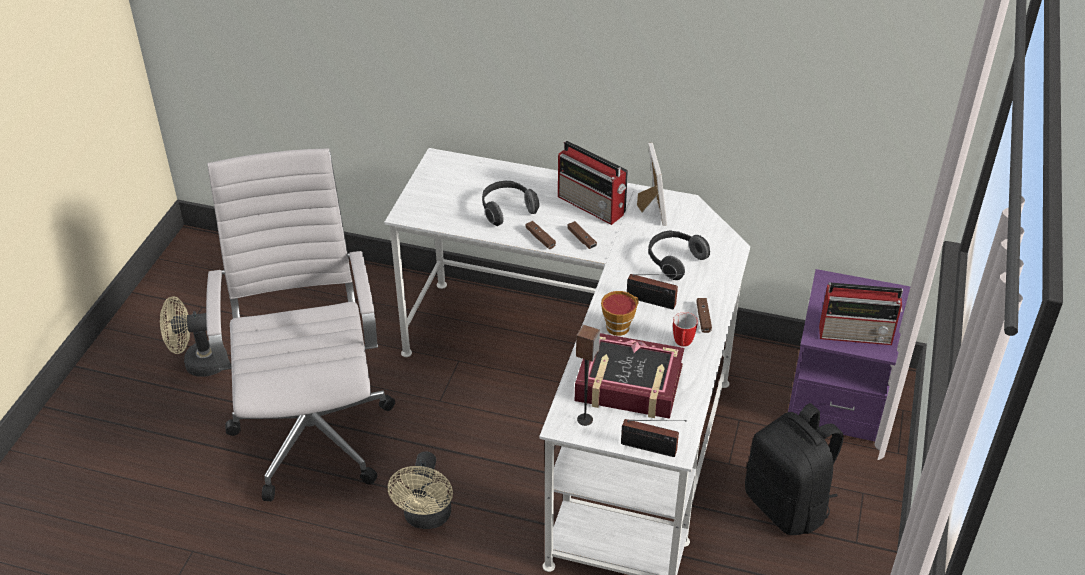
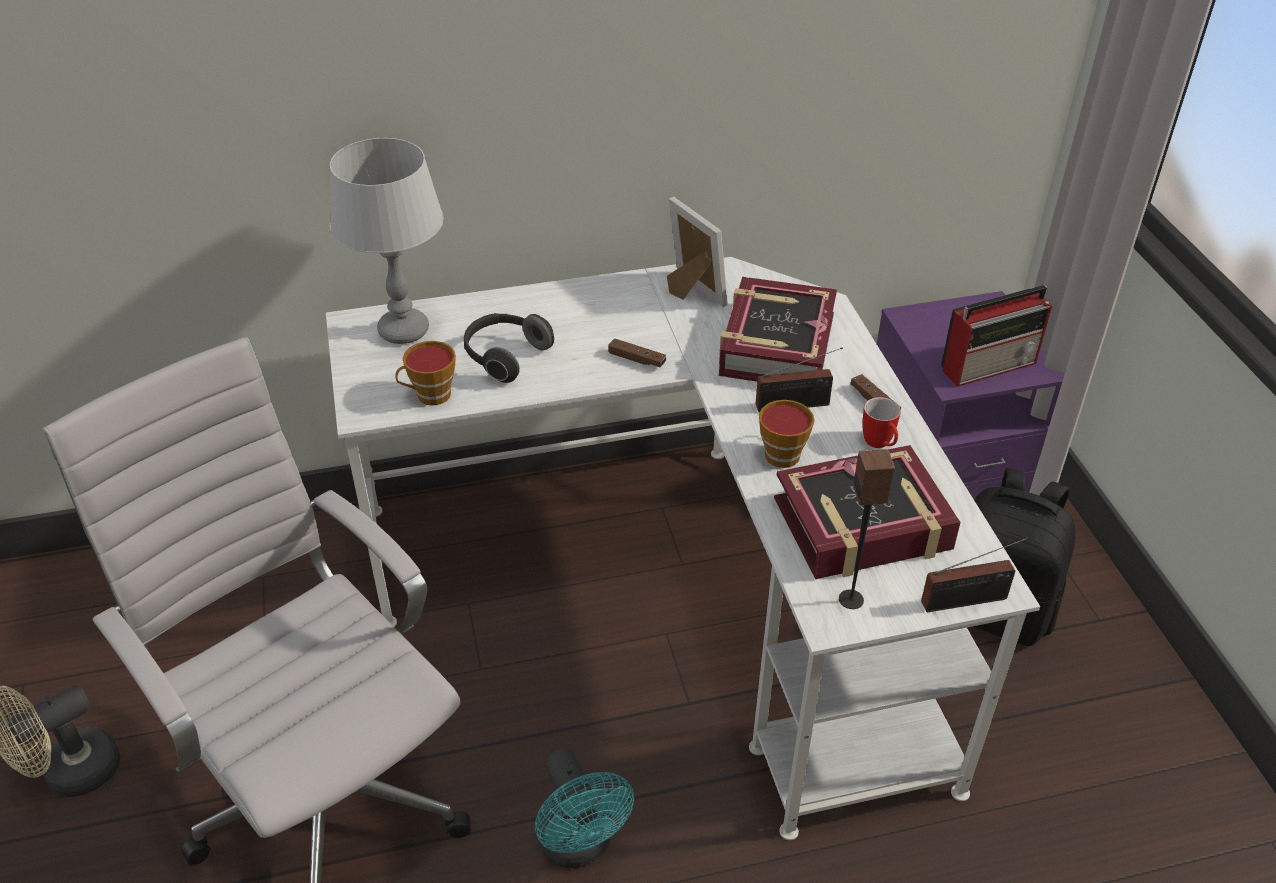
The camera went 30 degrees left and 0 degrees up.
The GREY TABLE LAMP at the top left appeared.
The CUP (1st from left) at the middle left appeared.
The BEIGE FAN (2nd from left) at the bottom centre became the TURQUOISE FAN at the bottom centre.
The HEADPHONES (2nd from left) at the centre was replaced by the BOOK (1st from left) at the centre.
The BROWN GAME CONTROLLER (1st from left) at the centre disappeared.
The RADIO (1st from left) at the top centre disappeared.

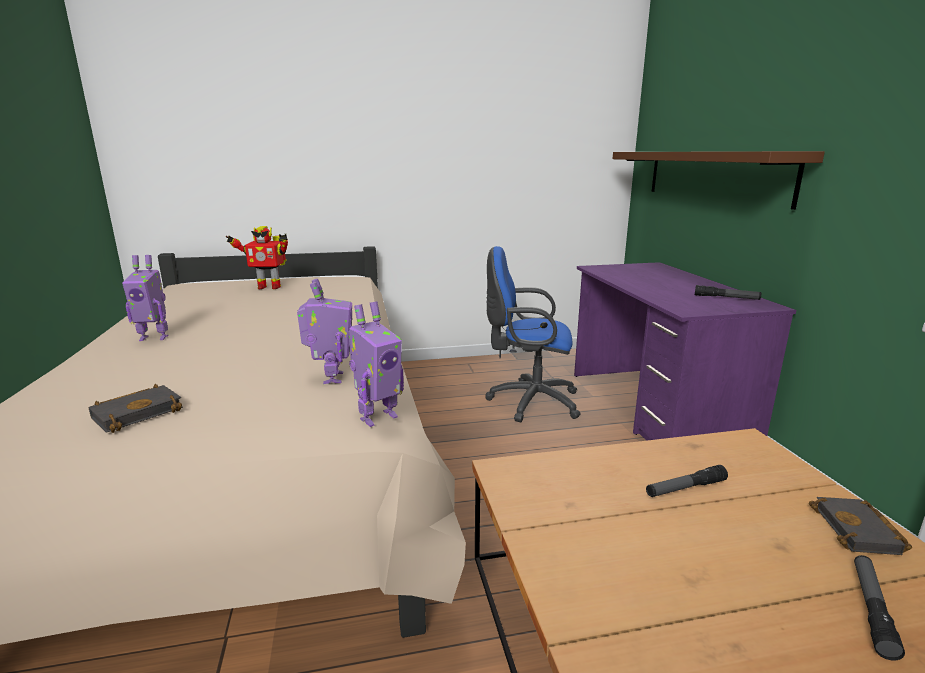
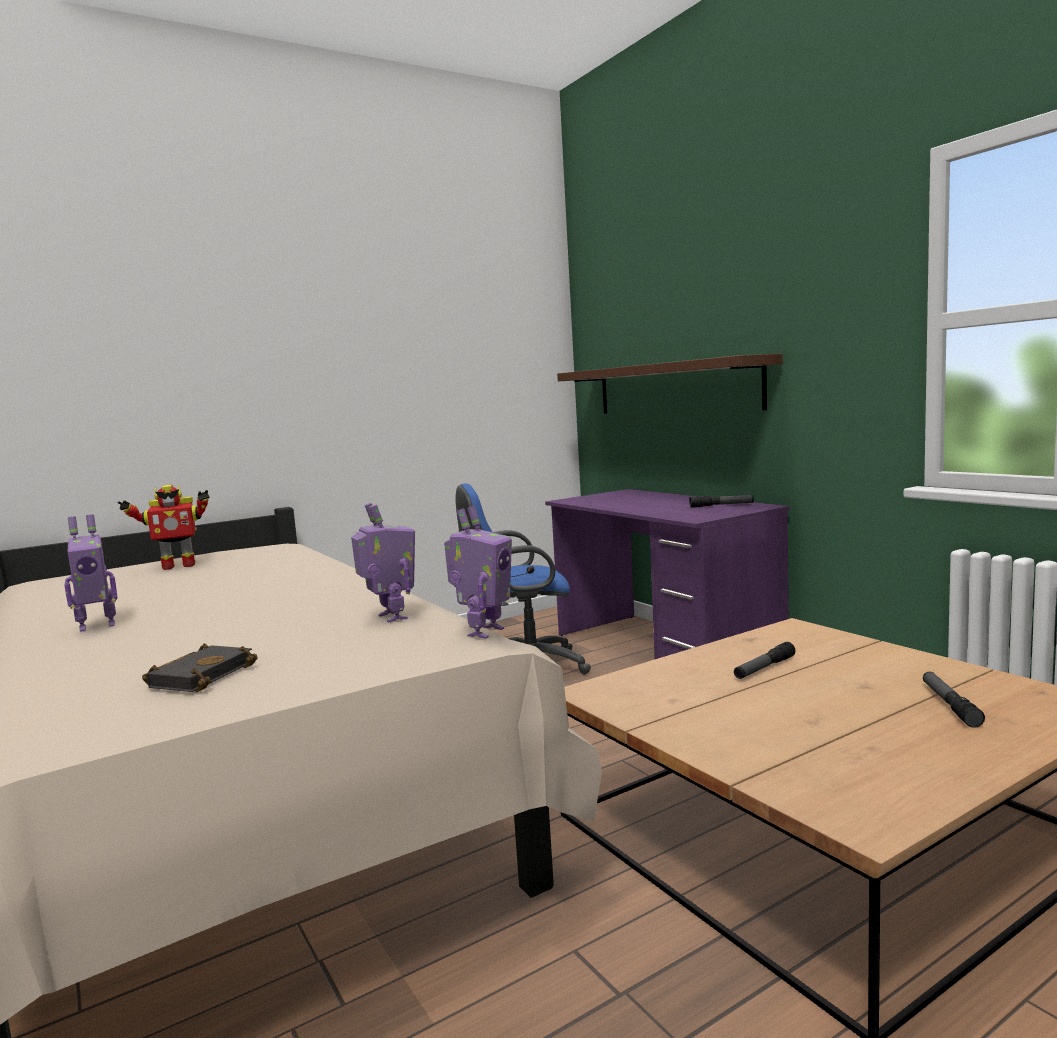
The camera went 20 degrees left and 10 degrees down.
The BLACK BOOK (2nd from left) at the bottom right disappeared.

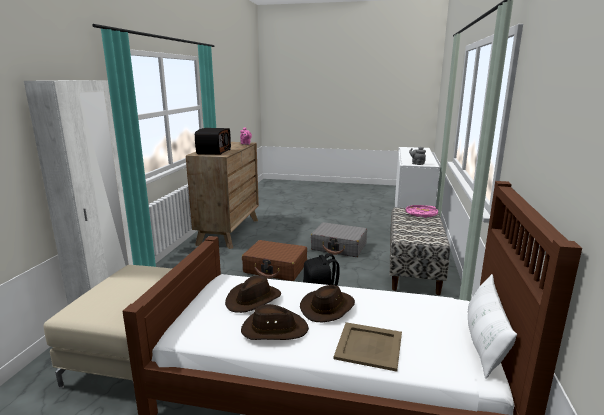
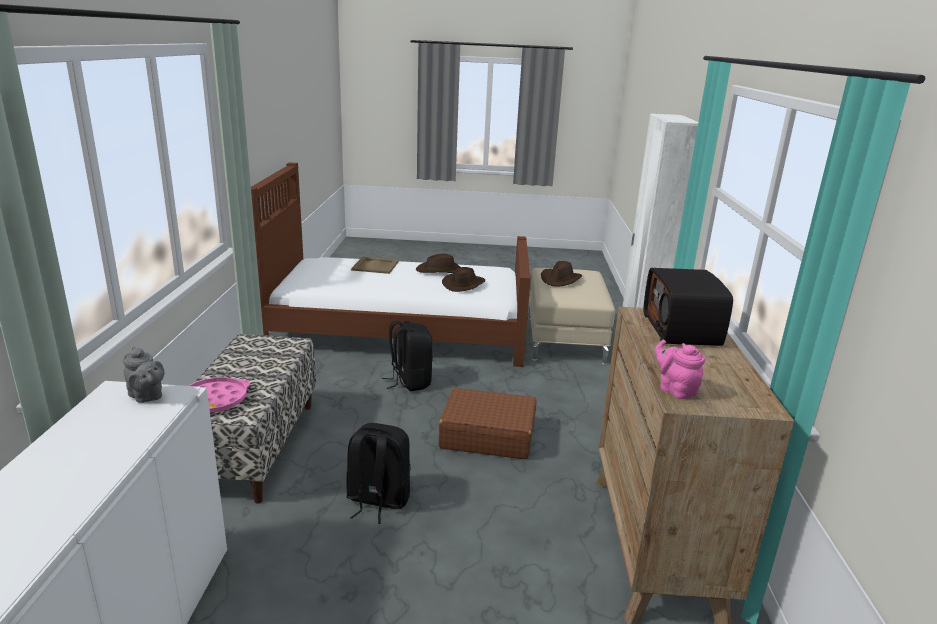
The camera went 170 degrees right and 5 degrees up.
The GREY SUITCASE at the centre was replaced by the BLACK BACKPACK (1st from left) at the bottom centre.
The BROWN HAT (3rd from left) moved from the bottom centre to the centre.
The WHITE PILLOW at the bottom right disappeared.

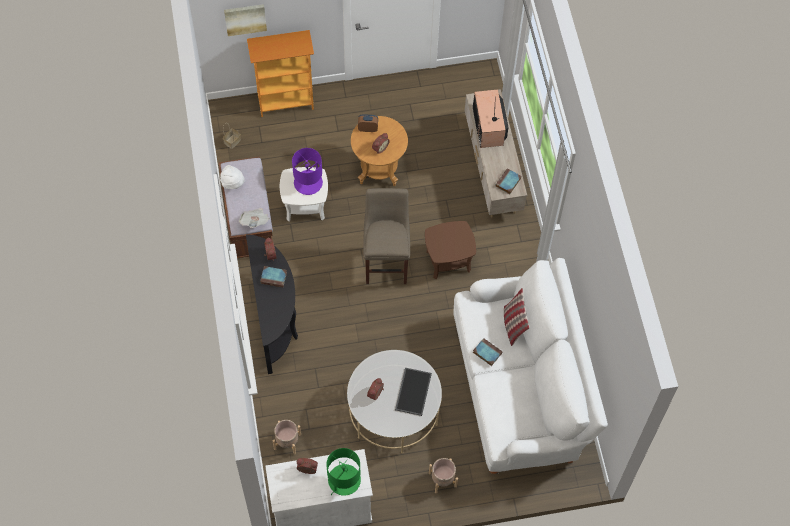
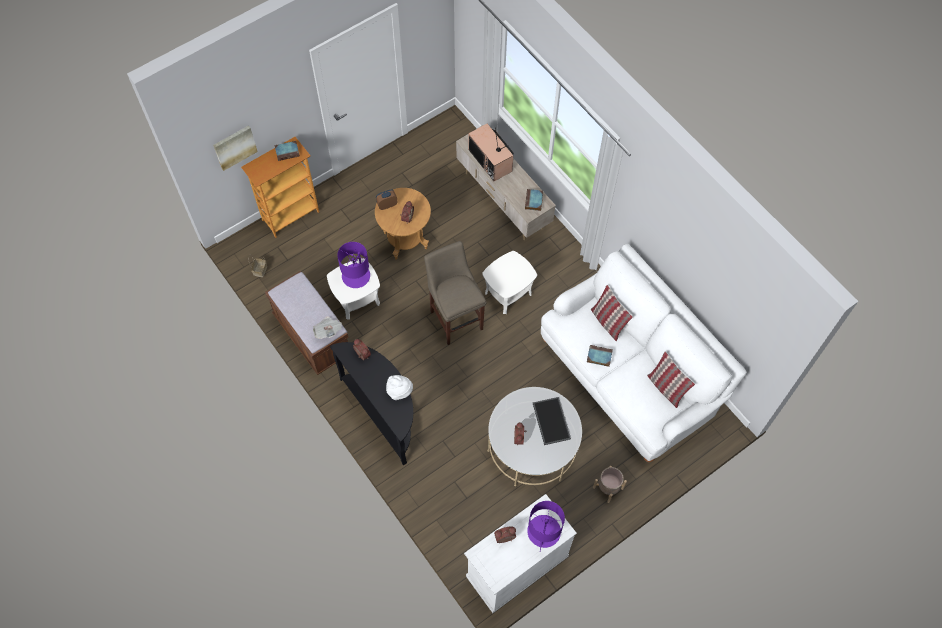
The camera went 25 degrees left and 0 degrees up.
The BOOK (1st from left) moved from the centre to the top left.
The WHITE HAT moved from the middle left to the centre.
The BROWN SIDE TABLE (2nd from left) at the centre became the WHITE SIDE TABLE (2nd from left) at the centre.
The GREEN TABLE LAMP at the bottom centre became the PURPLE TABLE LAMP (2nd from left) at the bottom centre.
The PILLOW (2nd from left) at the middle right appeared.
The BEIGE PLANTER (1st from left) at the bottom centre disappeared.

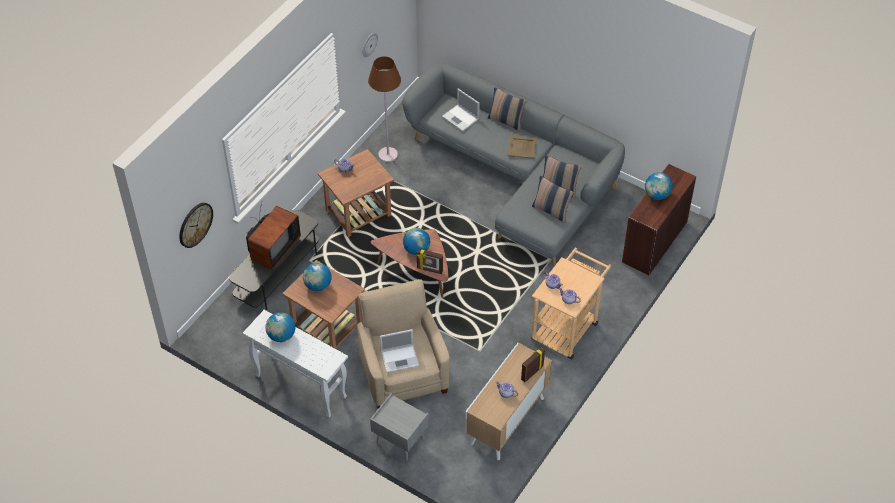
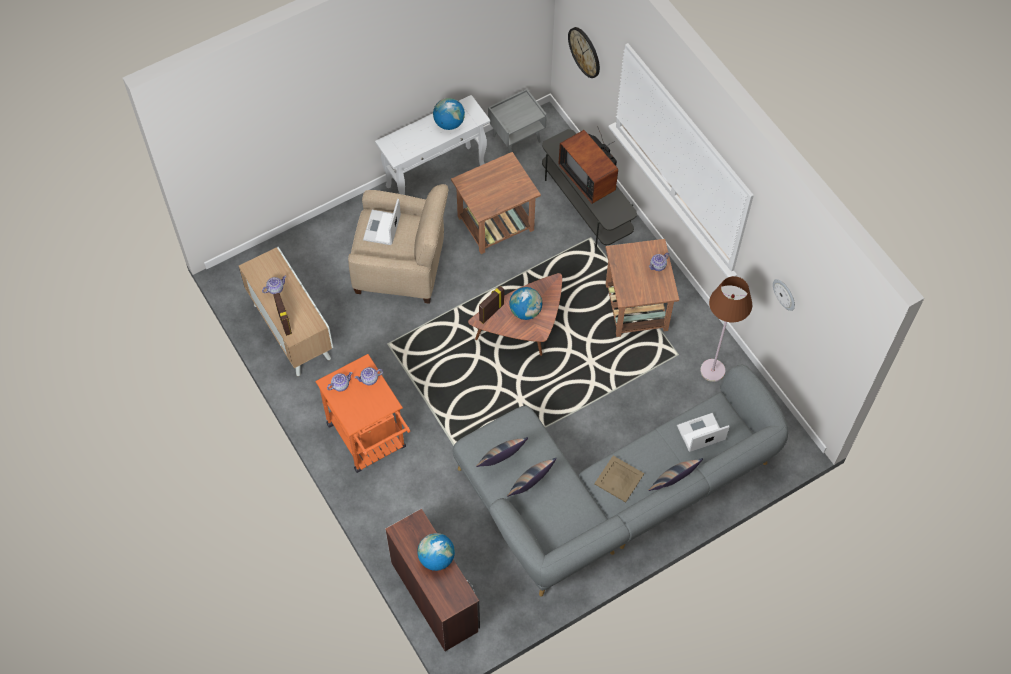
The camera went 115 degrees right and 10 degrees up.
The BEIGE CART at the centre became the ORANGE CART at the centre.
The GREY NIGHTSTAND moved from the bottom centre to the top centre.
The GLOBE (2nd from left) at the centre disappeared.

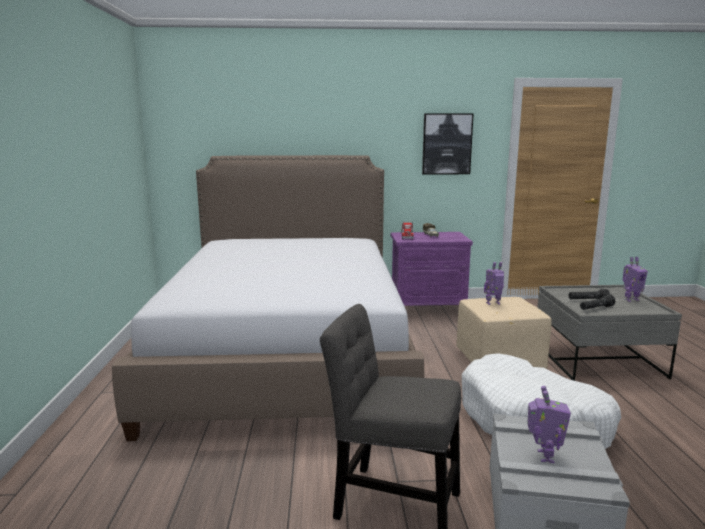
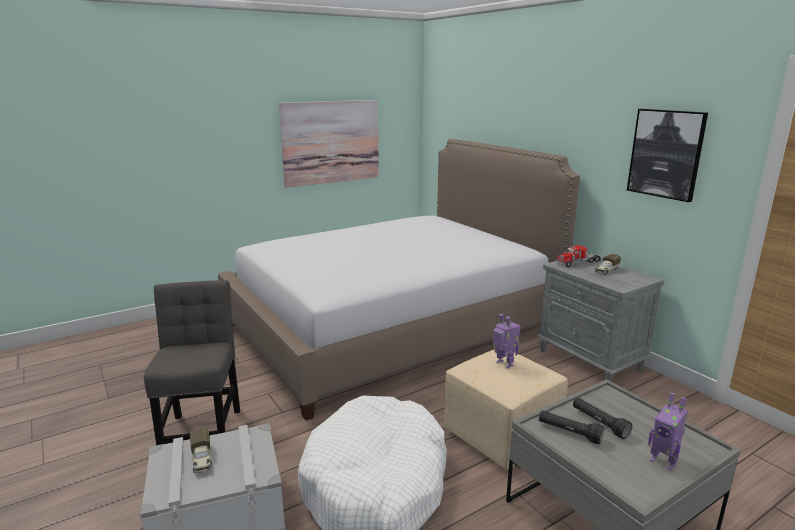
The camera went 60 degrees right and 5 degrees up.
The TOY ROBOT (2nd from left) at the bottom right was replaced by the TOY TRUCK (1st from left) at the bottom left.
The PICTURE (1st from left) at the top centre appeared.
The PURPLE NIGHTSTAND at the centre became the GREY NIGHTSTAND at the middle right.

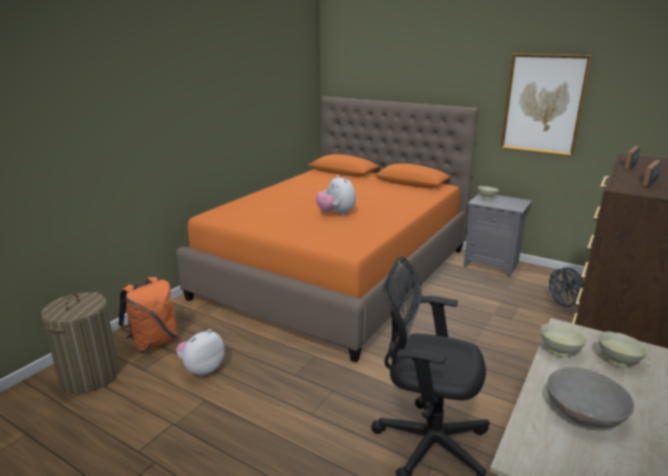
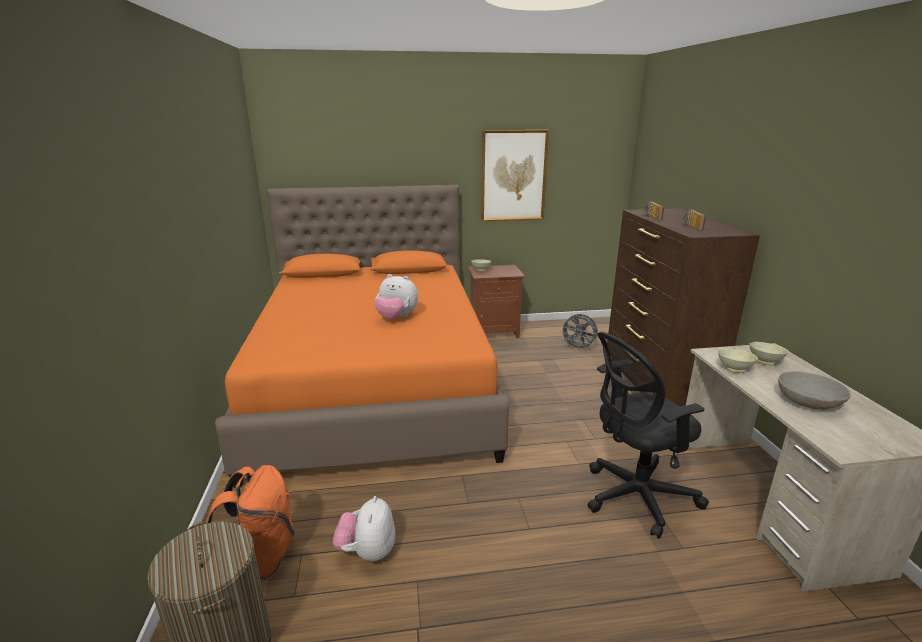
The camera went 40 degrees left and 0 degrees up.
The GREY NIGHTSTAND at the middle right became the BROWN NIGHTSTAND at the centre.

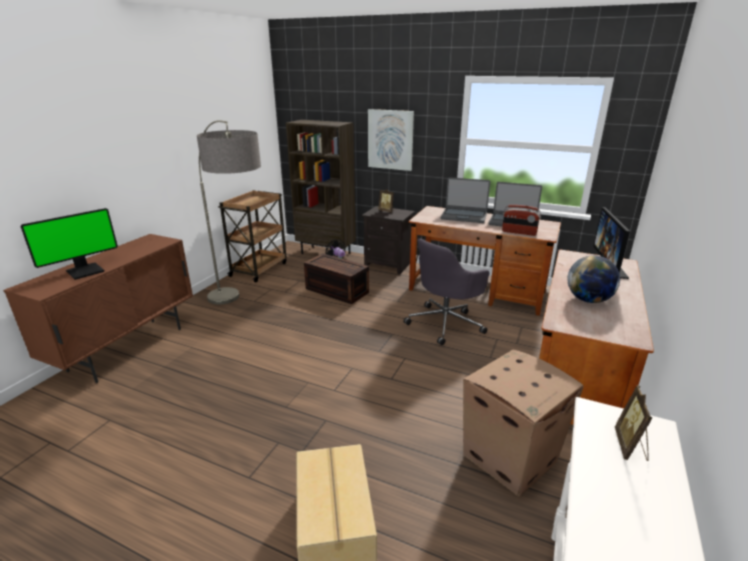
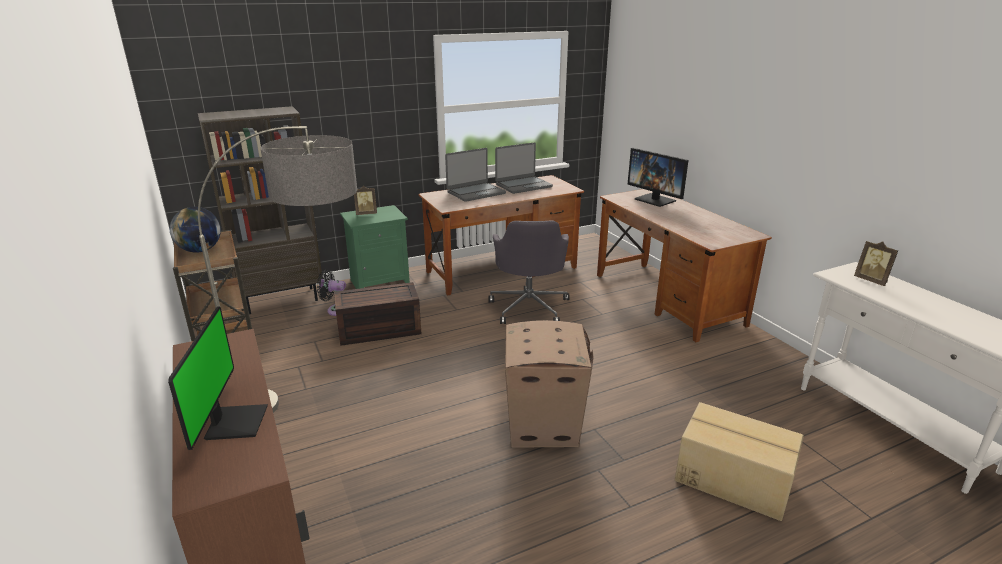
The camera went 50 degrees left and 0 degrees up.
The GLOBE moved from the middle right to the middle left.
The BLACK NIGHTSTAND at the centre became the GREEN NIGHTSTAND at the centre.
The CARDBOARD BOX (2nd from left in the first image) moved from the bottom right to the bottom centre.
The PICTURE at the top centre disappeared.
The RADIO at the middle right disappeared.

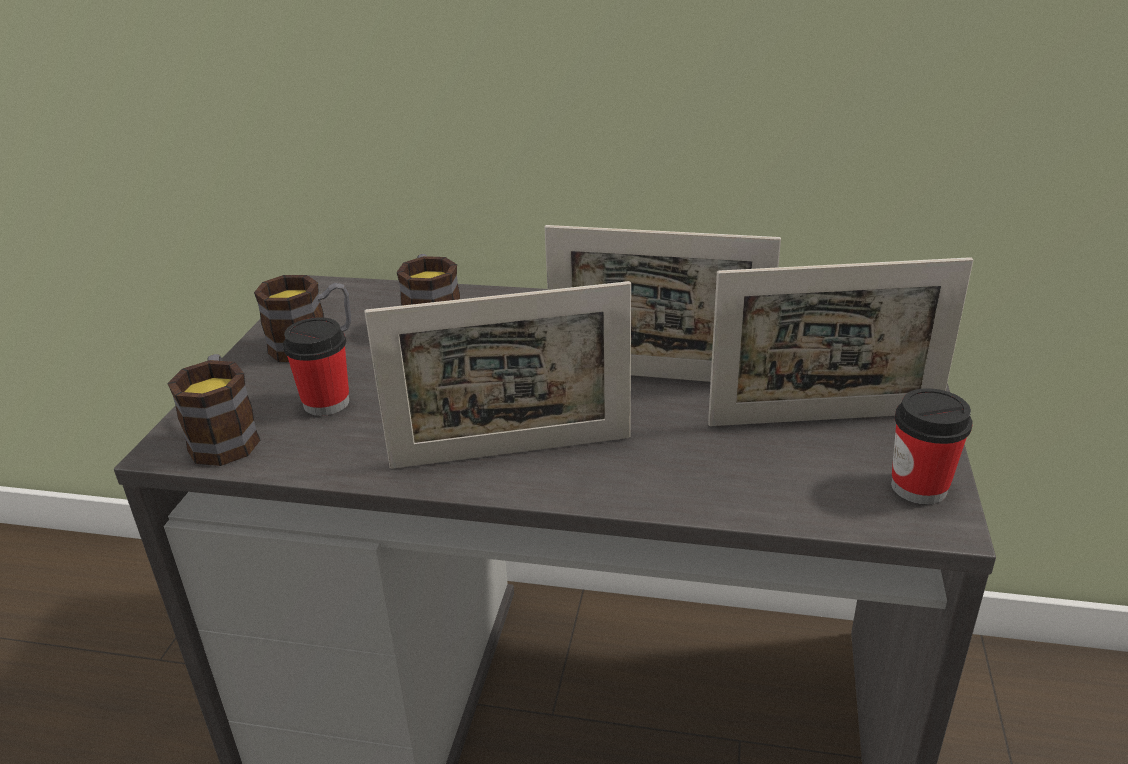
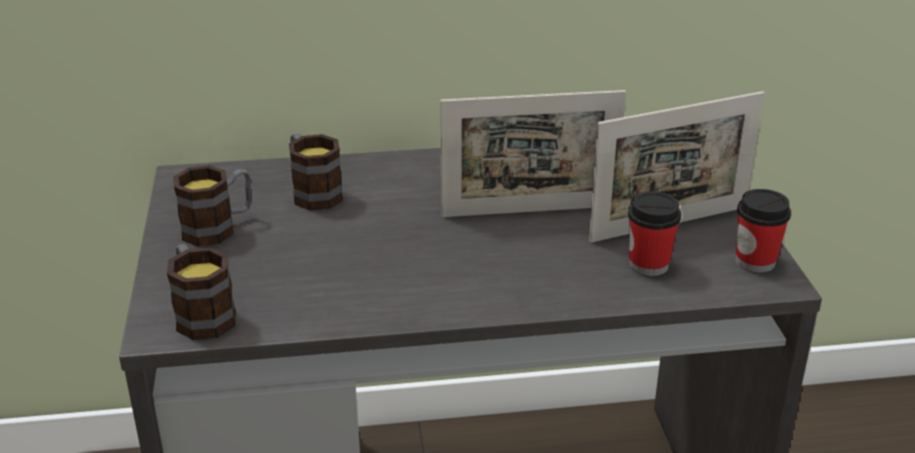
The camera went 20 degrees left and 0 degrees up.
The CUP (1st from left) moved from the middle left to the middle right.
The PICTURE FRAME (1st from left) at the centre disappeared.

